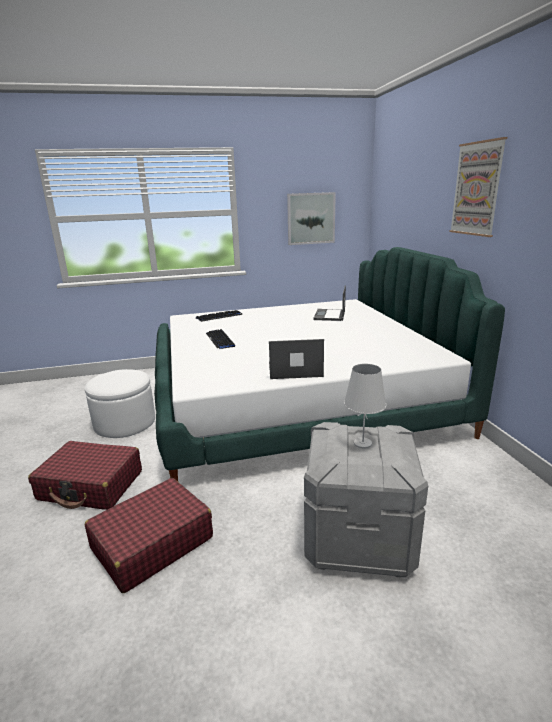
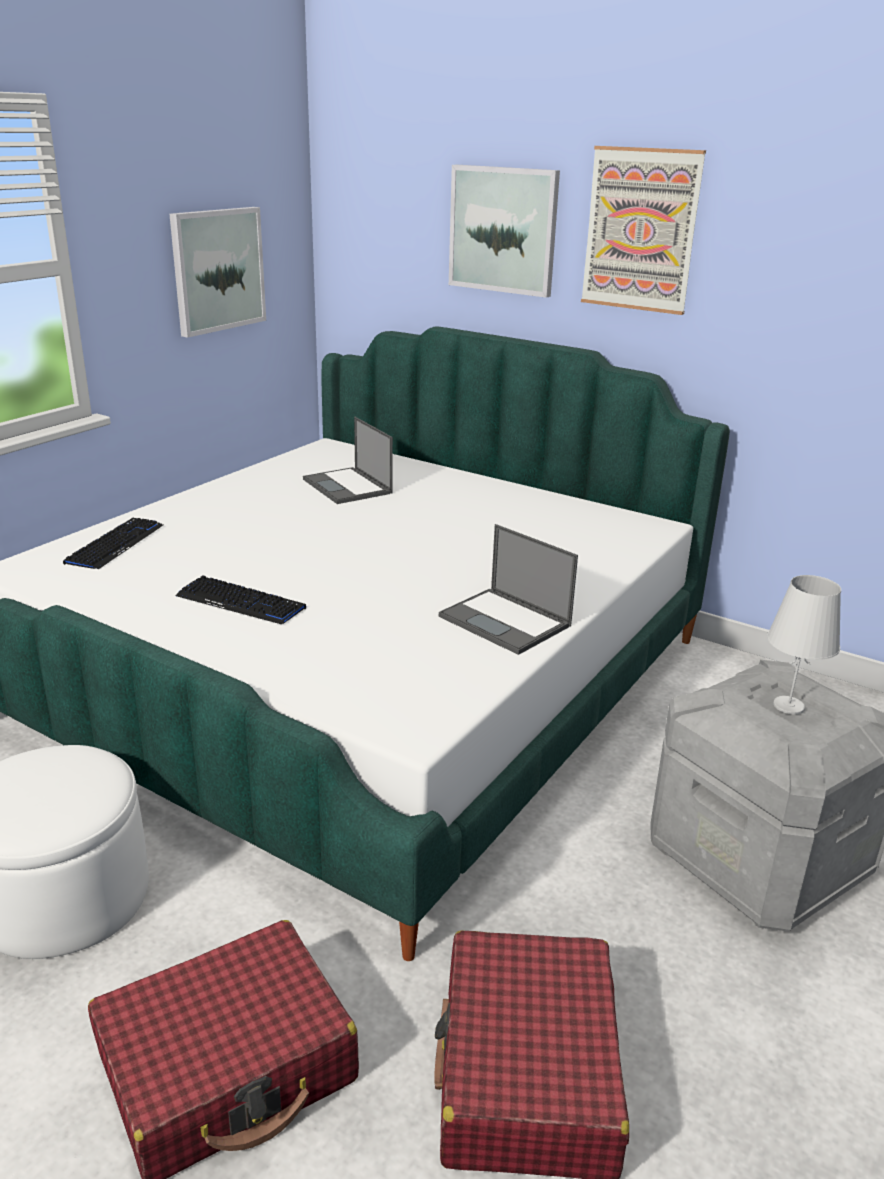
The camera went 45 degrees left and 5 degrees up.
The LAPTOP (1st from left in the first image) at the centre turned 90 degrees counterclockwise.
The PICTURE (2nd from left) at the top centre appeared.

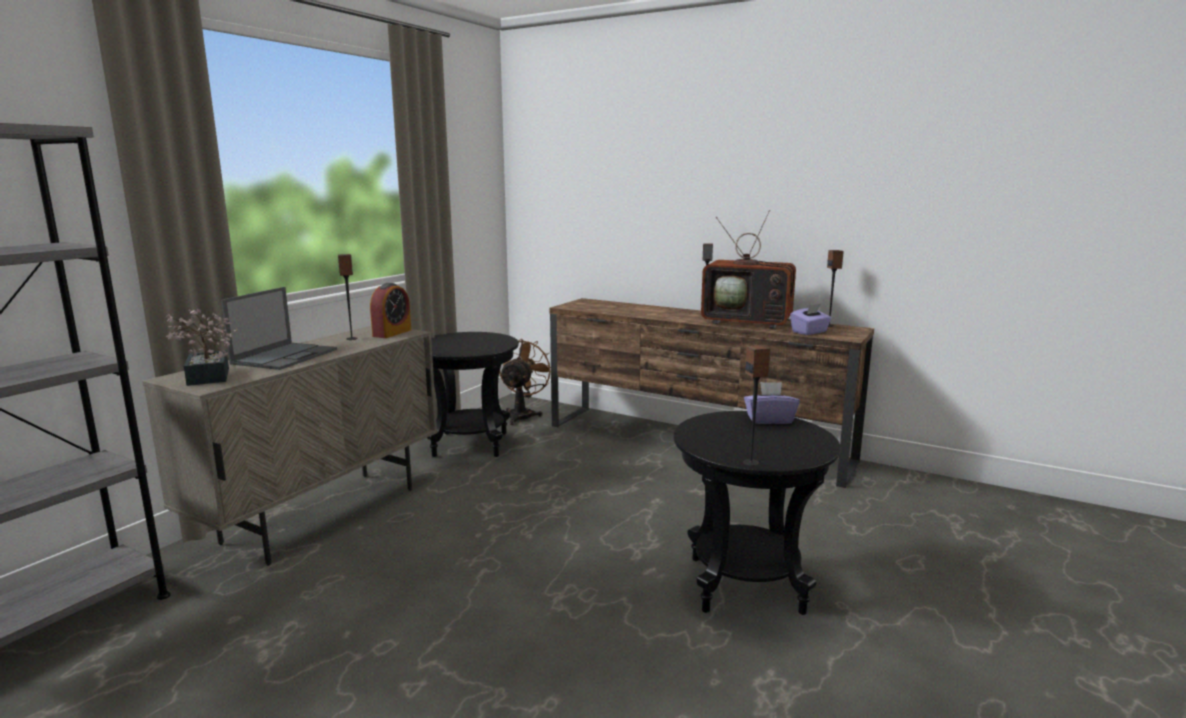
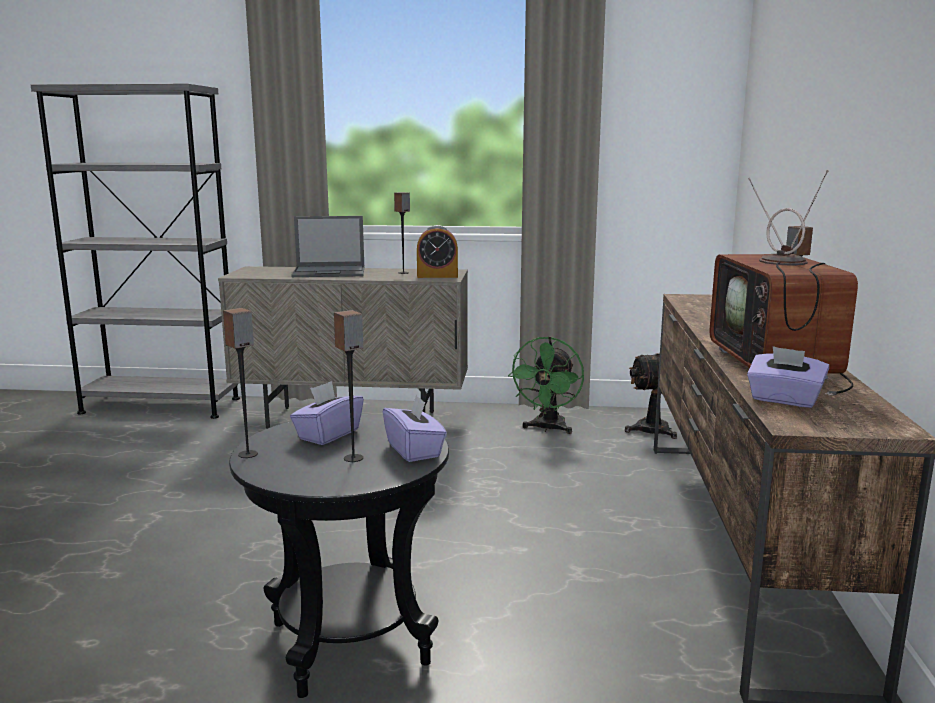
The camera went 65 degrees right and 0 degrees up.
The PURPLE TISSUE BOX (1st from left) at the centre appeared.
The SPEAKER (4th from left in the first image) moved from the middle right to the centre.
The BLACK SIDE TABLE (1st from left) at the centre was replaced by the GREEN FAN at the centre.
The POTTED PLANT at the middle left disappeared.

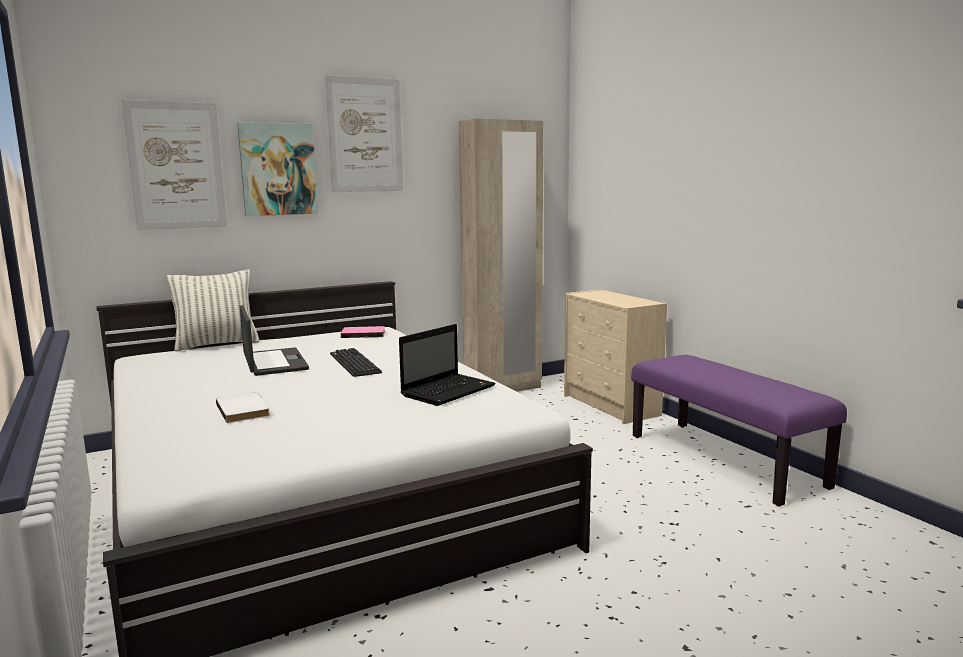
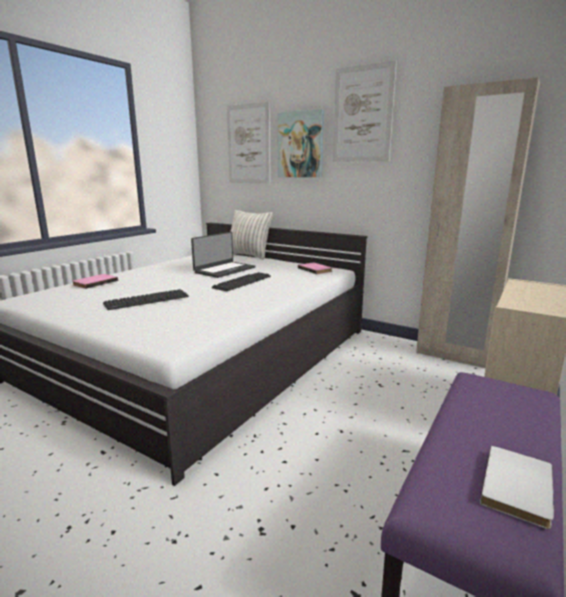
The camera went 60 degrees right and 5 degrees up.
The PINK BOOK (1st from left) at the middle left appeared.
The KEYBOARD (1st from left) at the middle left appeared.
The WHITE BOOK moved from the middle left to the bottom right.
The LAPTOP (2nd from left) at the centre disappeared.

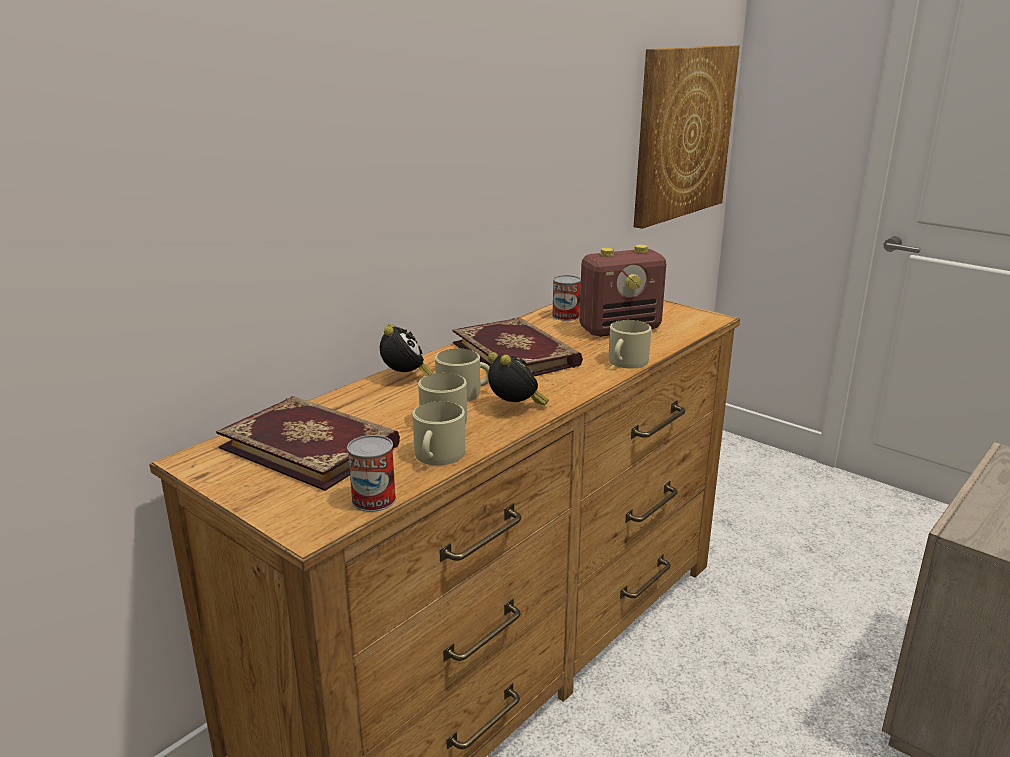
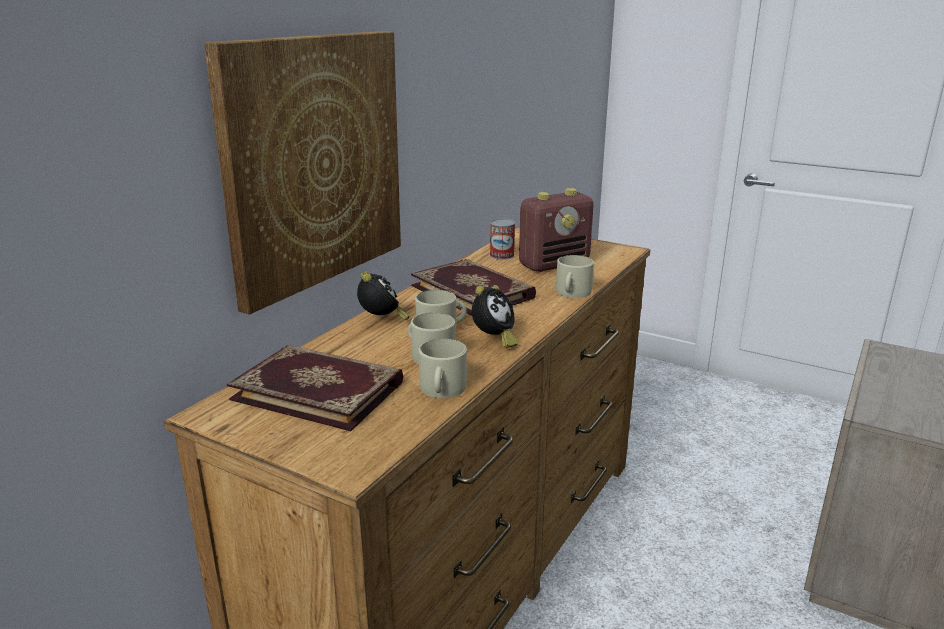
The camera went 10 degrees left and 0 degrees up.
The PICTURE moved from the top right to the top left.
The ALARM CLOCK (2nd from left) at the centre turned 75 degrees clockwise.
The CAN (1st from left) at the centre disappeared.

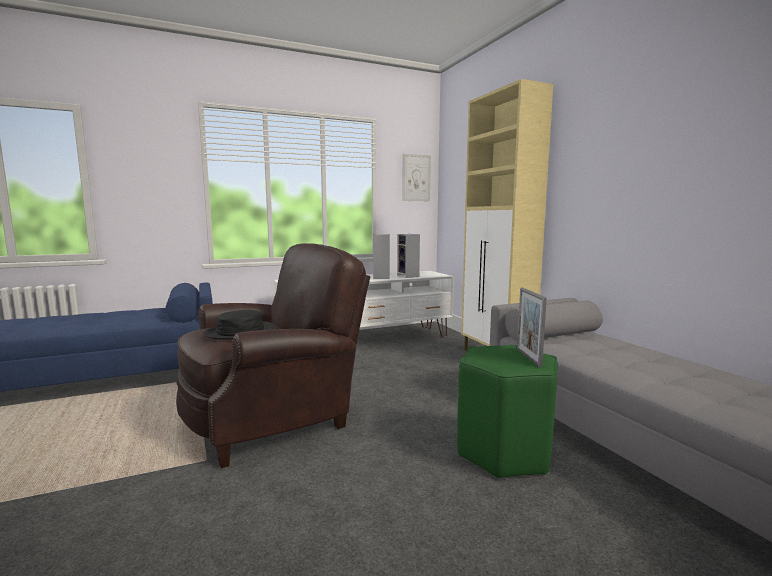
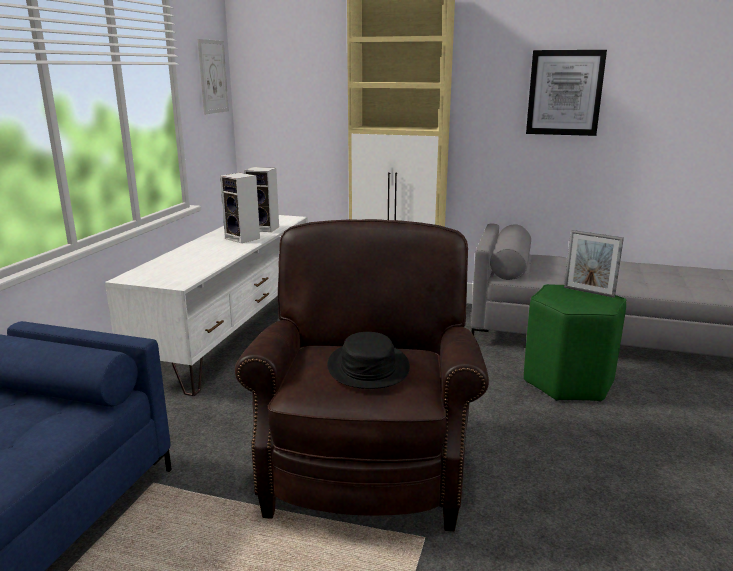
The camera went 50 degrees left and 10 degrees up.
The PICTURE (2nd from left) at the top right appeared.

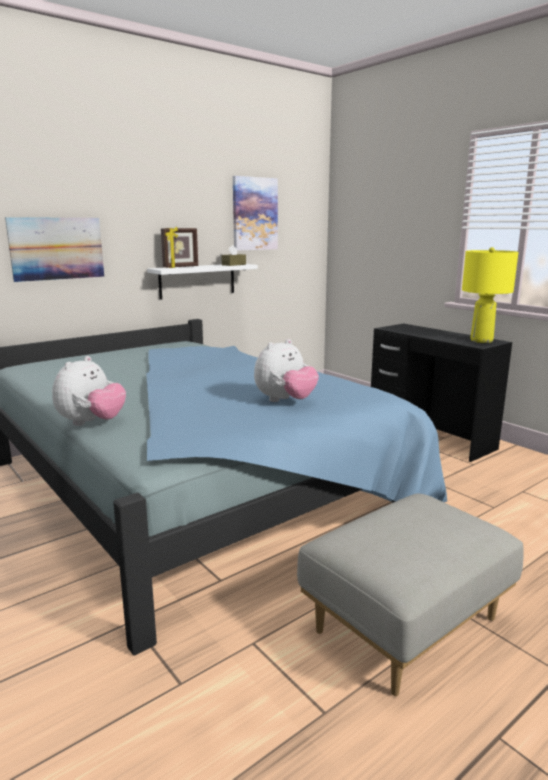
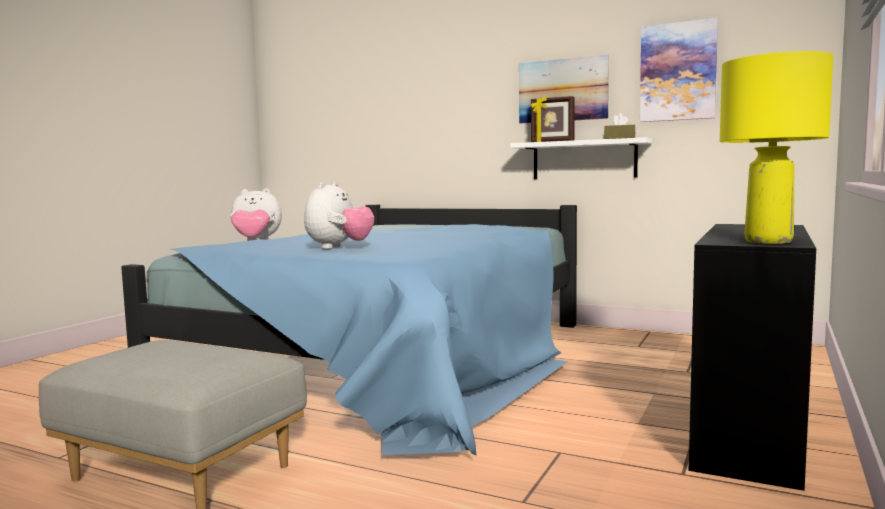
The camera went 65 degrees right and 10 degrees down.
The PLUSH TOY (2nd from left) at the centre turned 90 degrees counterclockwise.
The PICTURE (1st from left) moved from the top left to the top centre.

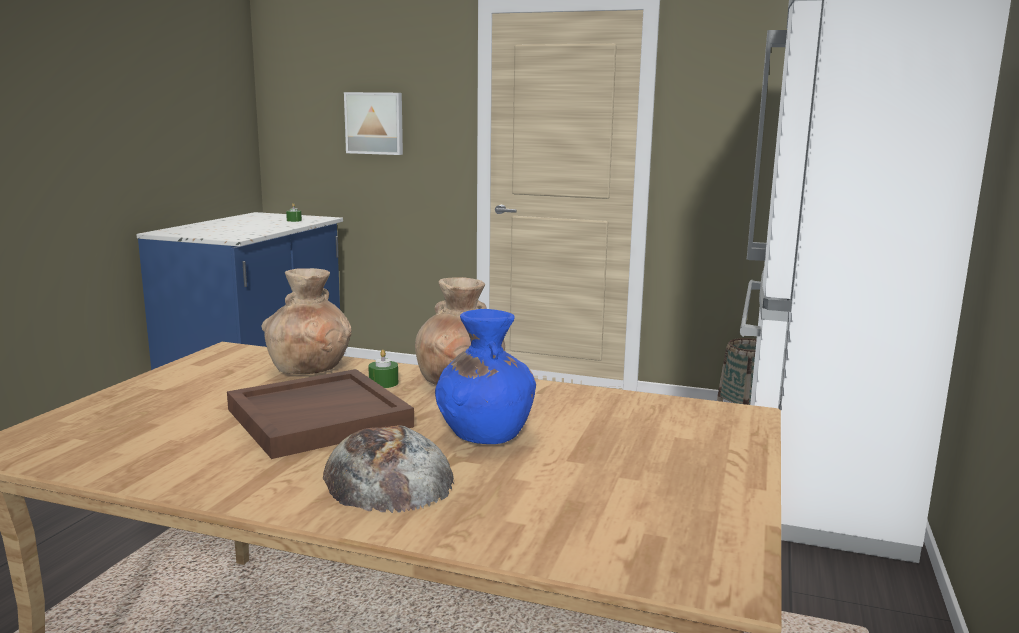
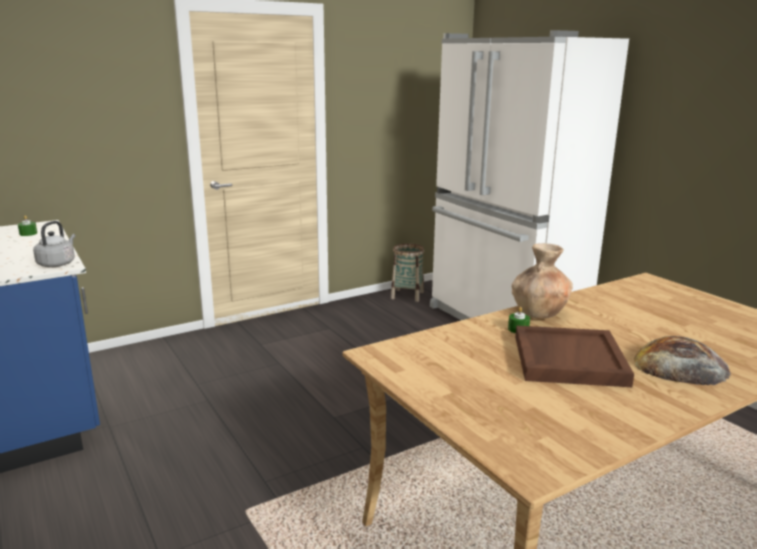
The camera went 50 degrees left and 5 degrees up.
The GREY KETTLE at the middle left appeared.
The BROWN VASE (1st from left) at the middle left disappeared.
The PICTURE at the top centre disappeared.
The BLUE VASE at the centre disappeared.

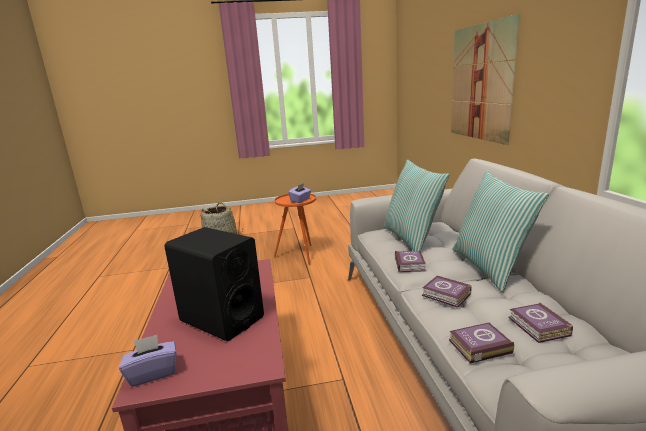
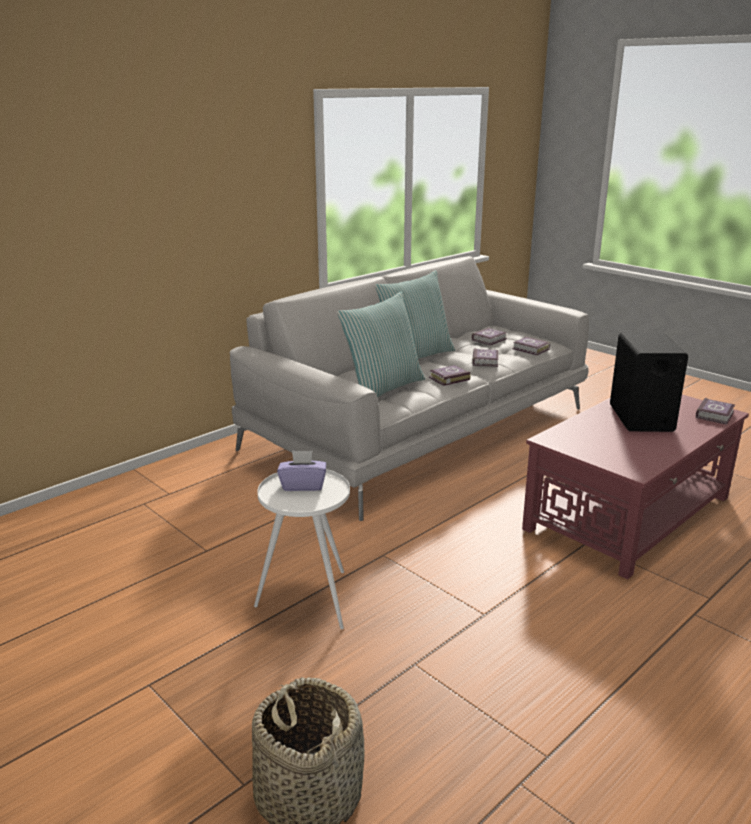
The camera went 125 degrees left and 5 degrees up.
The ORANGE SIDE TABLE at the centre became the WHITE SIDE TABLE at the centre.
The PURPLE TISSUE BOX (1st from left) at the bottom left was replaced by the BOOK (5th from left) at the middle right.
The PICTURE at the top right disappeared.

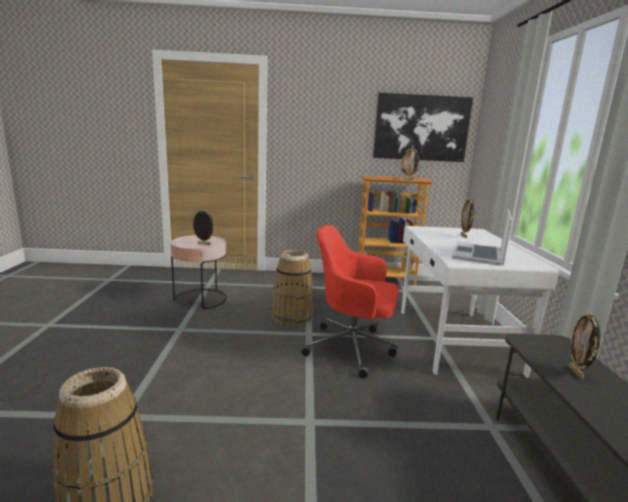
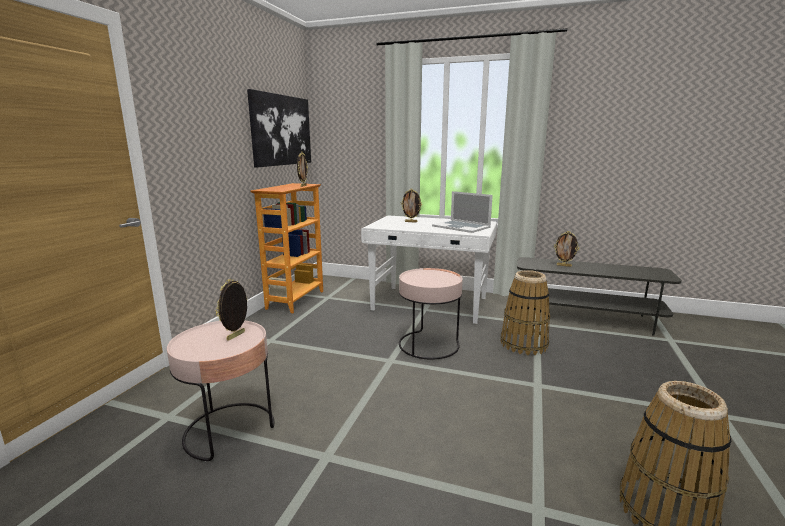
The camera went 70 degrees left and 0 degrees up.
The RED OFFICE CHAIR at the centre was replaced by the PINK SIDE TABLE (2nd from left) at the centre.
The BASKET (2nd from left in the first image) moved from the centre to the middle right.

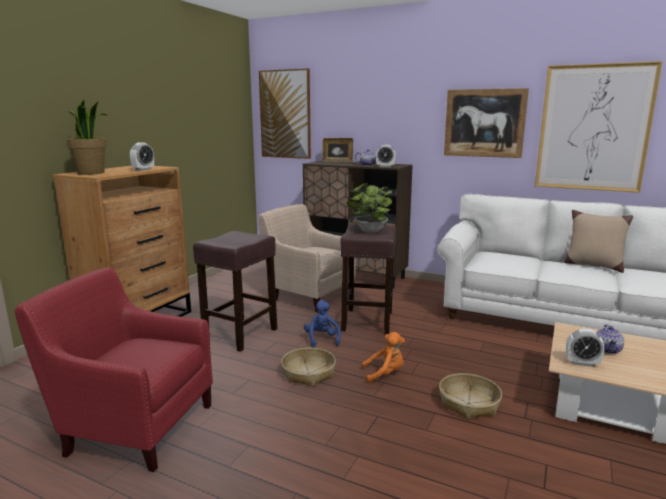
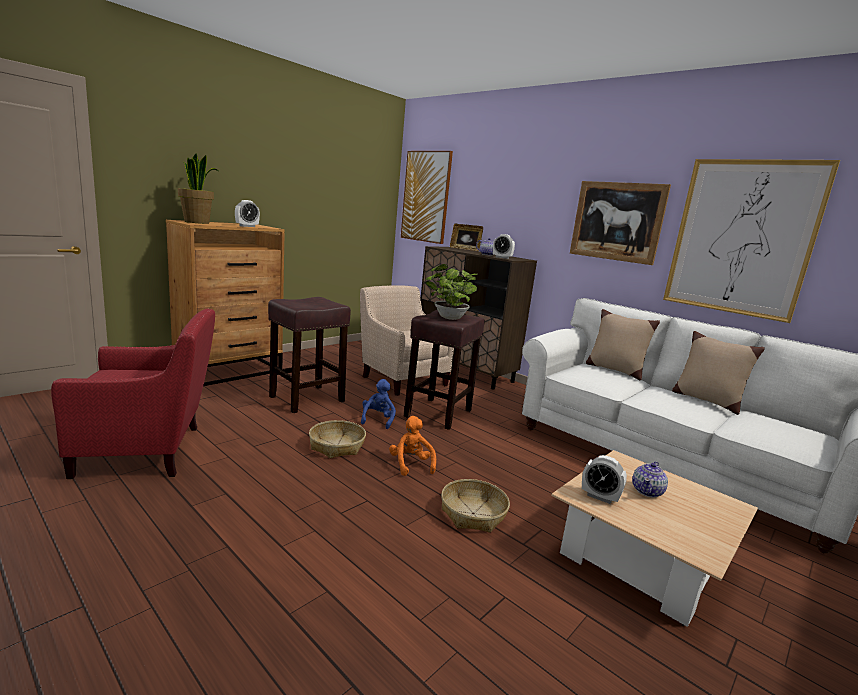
The camera went 15 degrees right and 0 degrees up.
The RED ARMCHAIR at the bottom left turned 135 degrees clockwise.
The ORANGE PLUSH TOY at the bottom centre turned 120 degrees counterclockwise.
The BEIGE PILLOW (1st from left) at the middle right appeared.

